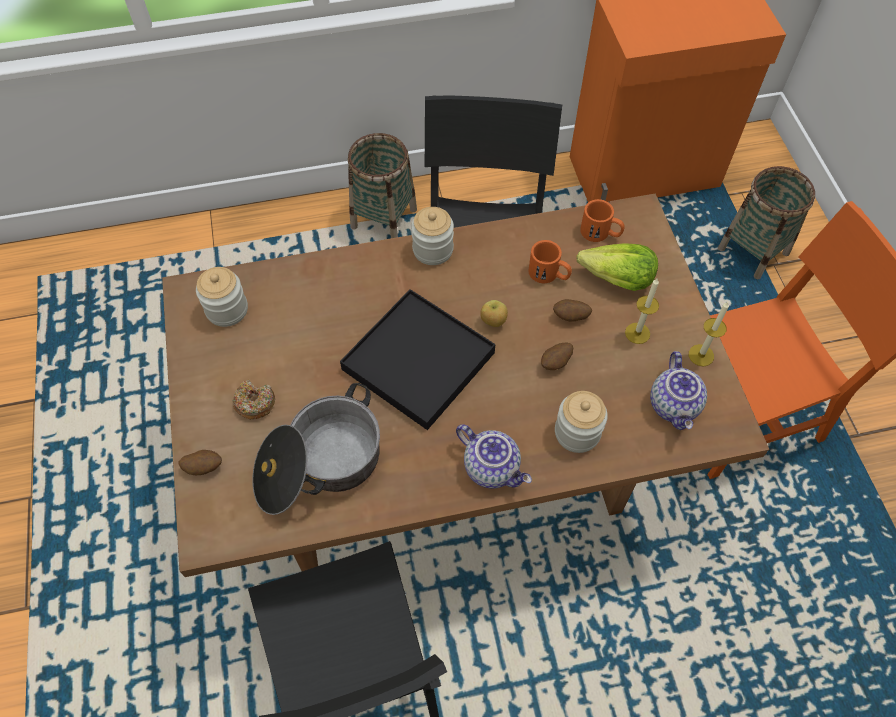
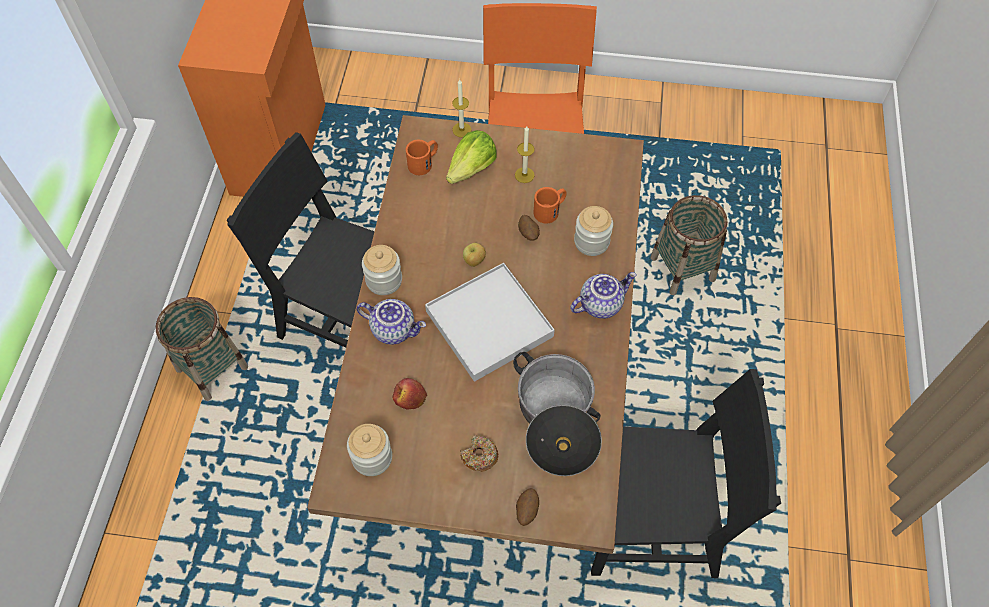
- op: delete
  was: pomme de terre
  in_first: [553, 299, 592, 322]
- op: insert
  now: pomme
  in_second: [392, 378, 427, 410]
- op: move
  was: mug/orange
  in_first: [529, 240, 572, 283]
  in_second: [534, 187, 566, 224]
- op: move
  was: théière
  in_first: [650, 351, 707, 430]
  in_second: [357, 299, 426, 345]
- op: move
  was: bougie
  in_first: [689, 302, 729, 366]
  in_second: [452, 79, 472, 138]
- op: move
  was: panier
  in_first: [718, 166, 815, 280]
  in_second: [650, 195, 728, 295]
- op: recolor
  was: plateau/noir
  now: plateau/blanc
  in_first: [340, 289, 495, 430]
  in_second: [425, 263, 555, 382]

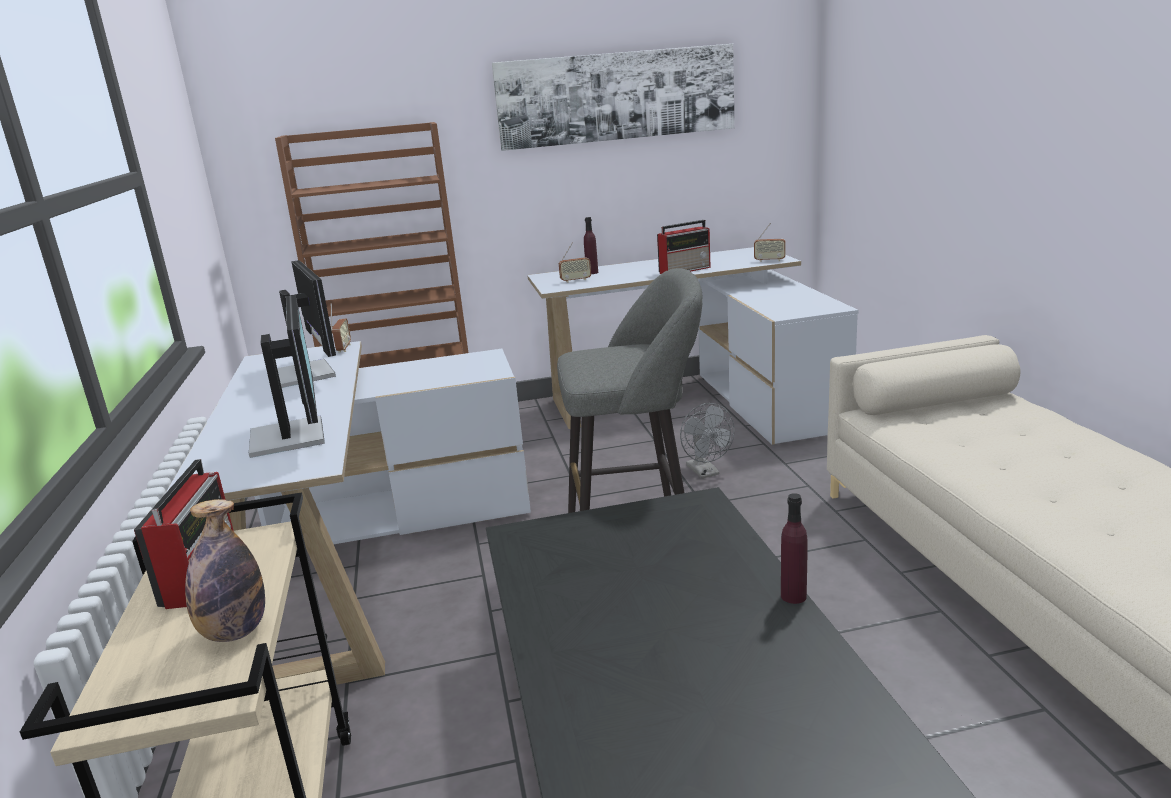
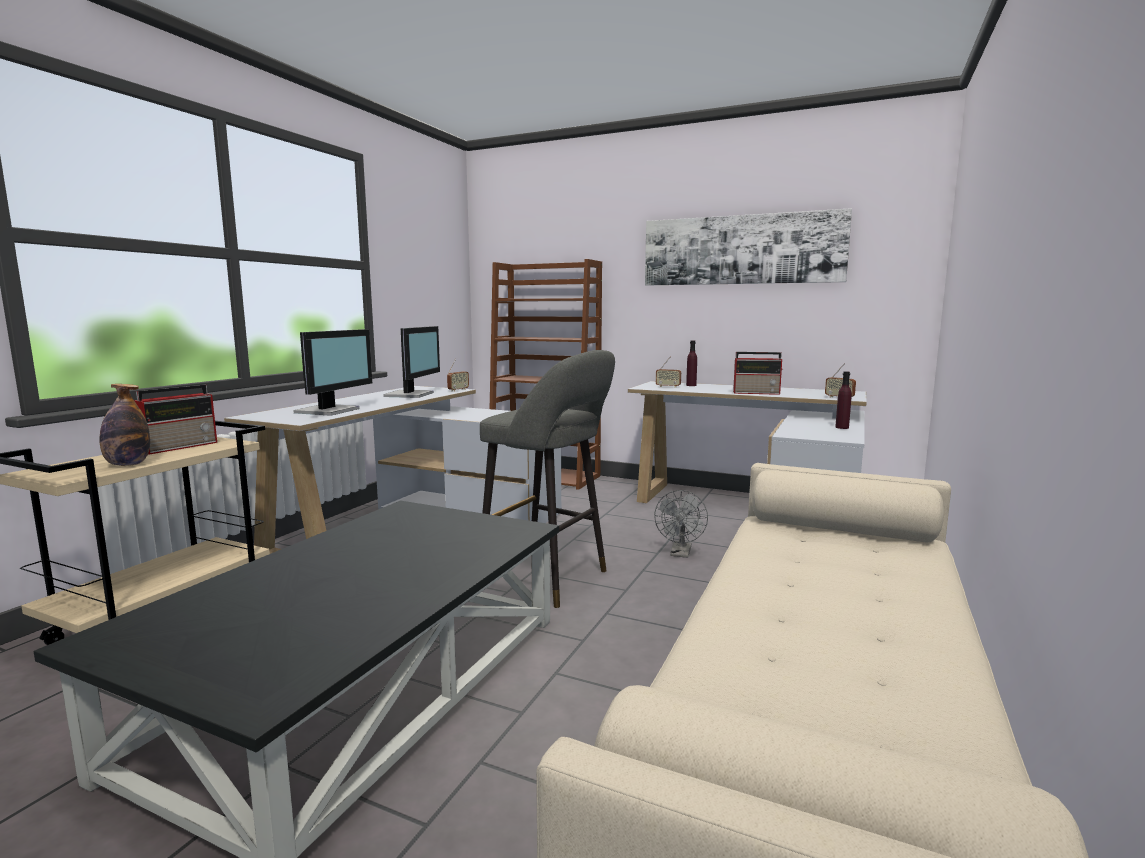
- op: move
  was: bouteille/violet
  in_first: [781, 493, 808, 604]
  in_second: [835, 372, 852, 429]

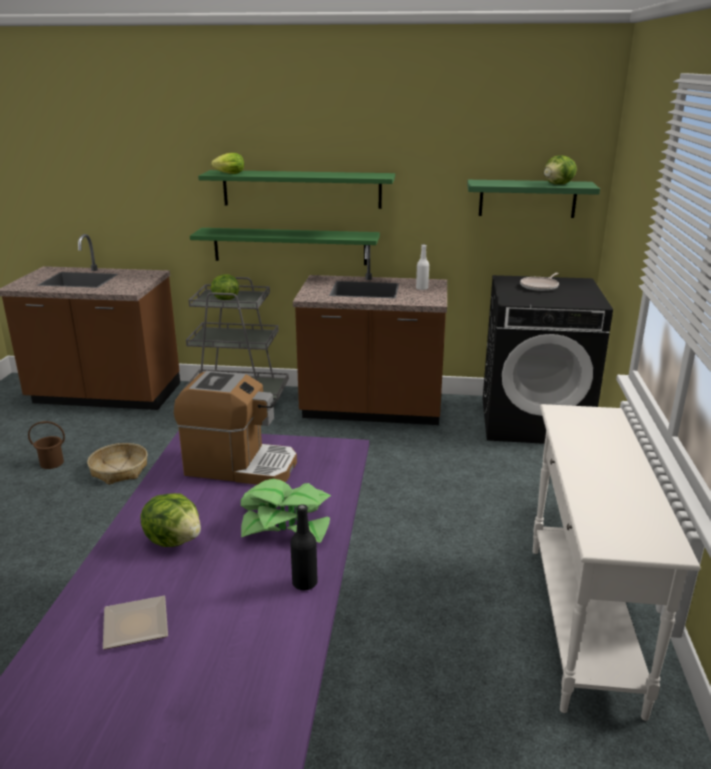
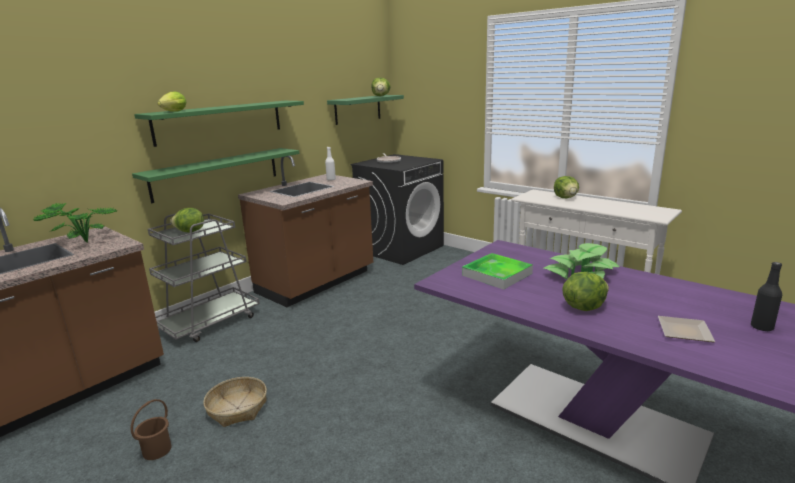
- op: insert
  now: plante en pot
  in_second: [33, 203, 118, 243]
- op: insert
  now: laitue
  in_second: [554, 176, 579, 198]
- op: move
  was: bouteille/noir
  in_first: [290, 504, 317, 590]
  in_second: [751, 262, 782, 332]
- op: replace
  was: machine à café
  now: plateau
  in_first: [174, 371, 297, 485]
  in_second: [462, 253, 533, 290]

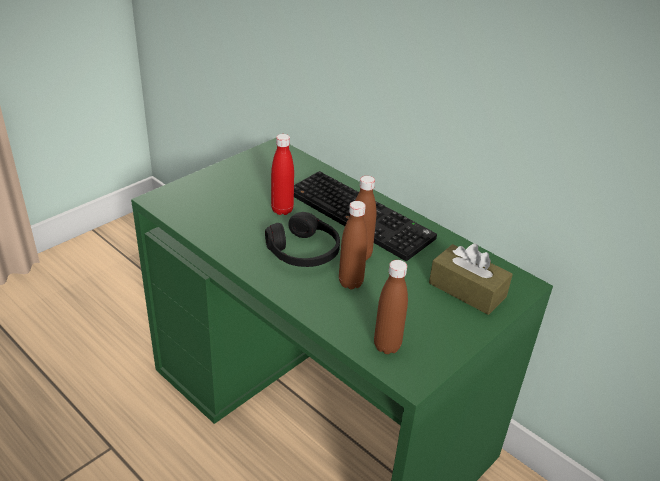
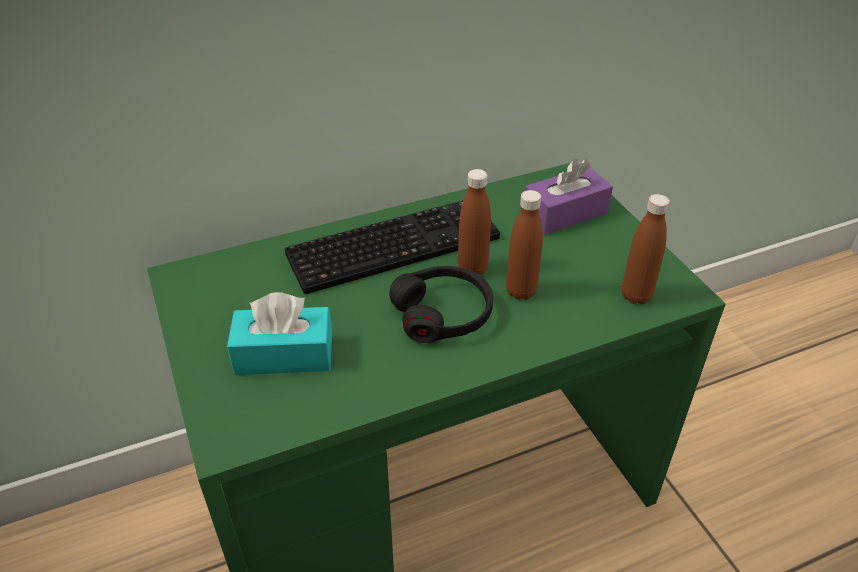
- op: delete
  was: bouteille/rouge
  in_first: [271, 134, 294, 215]
- op: insert
  now: boîte à mouchoirs/turquoise
  in_second: [227, 292, 332, 375]
- op: recolor
  was: boîte à mouchoirs/marron
  now: boîte à mouchoirs/violet
  in_first: [429, 243, 513, 315]
  in_second: [525, 159, 613, 235]

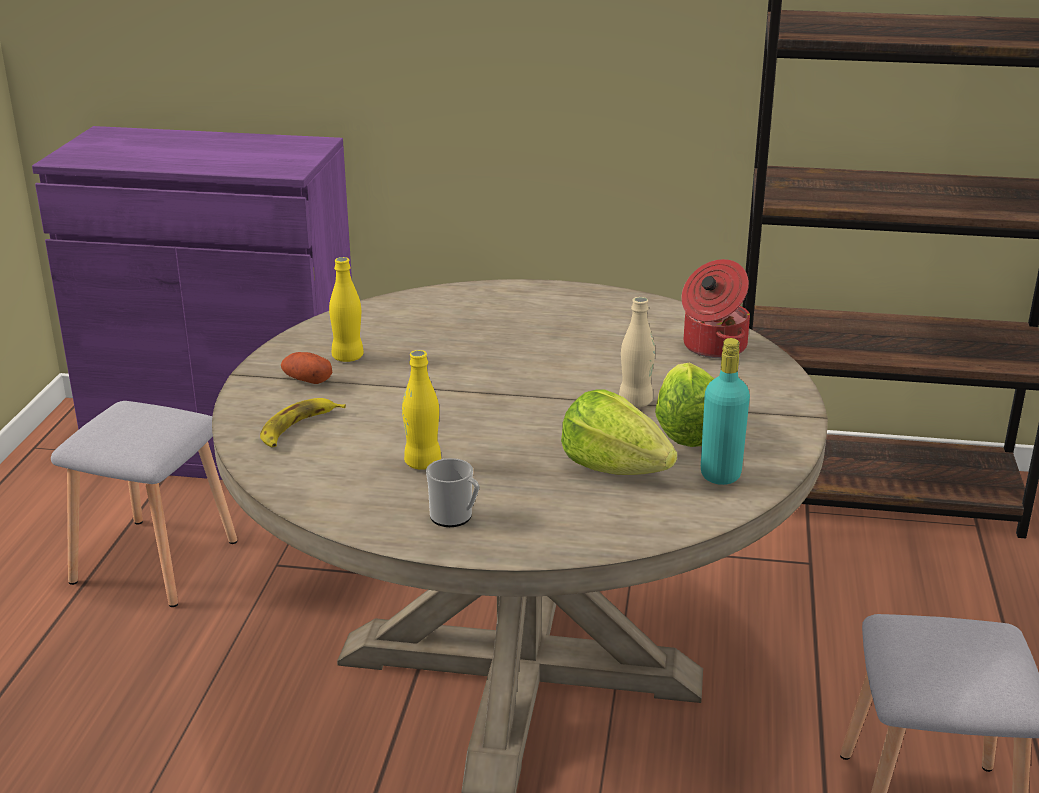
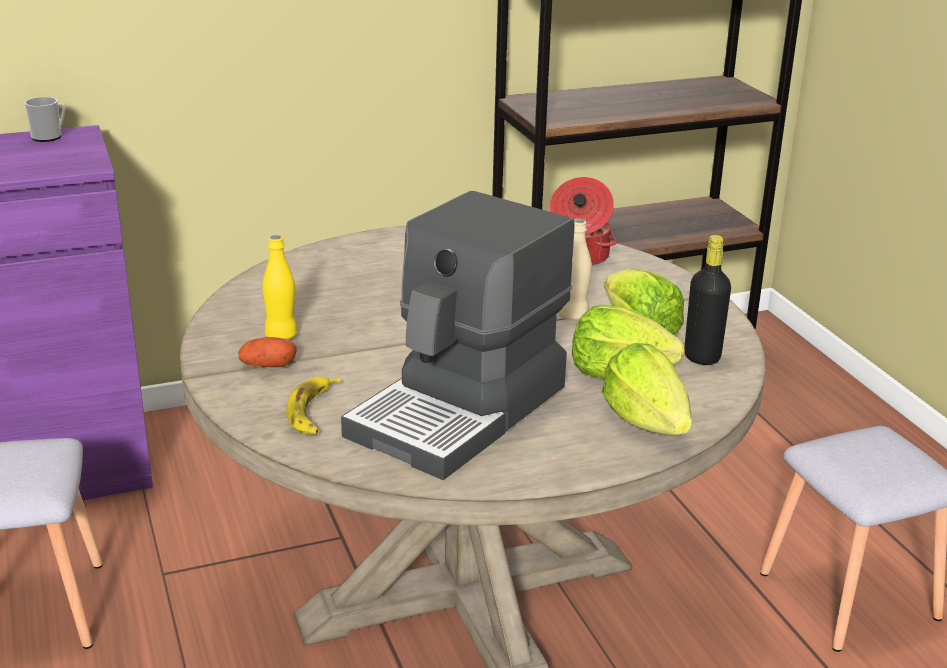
- op: insert
  now: laitue
  in_second: [602, 343, 692, 435]
- op: move
  was: mug
  in_first: [426, 458, 479, 527]
  in_second: [24, 97, 66, 142]
- op: replace
  was: bouteille/jaune
  now: machine à café
  in_first: [402, 350, 441, 470]
  in_second: [341, 191, 575, 480]
- op: recolor
  was: bouteille/turquoise
  now: bouteille/noir
  in_first: [701, 338, 750, 485]
  in_second: [684, 235, 731, 365]

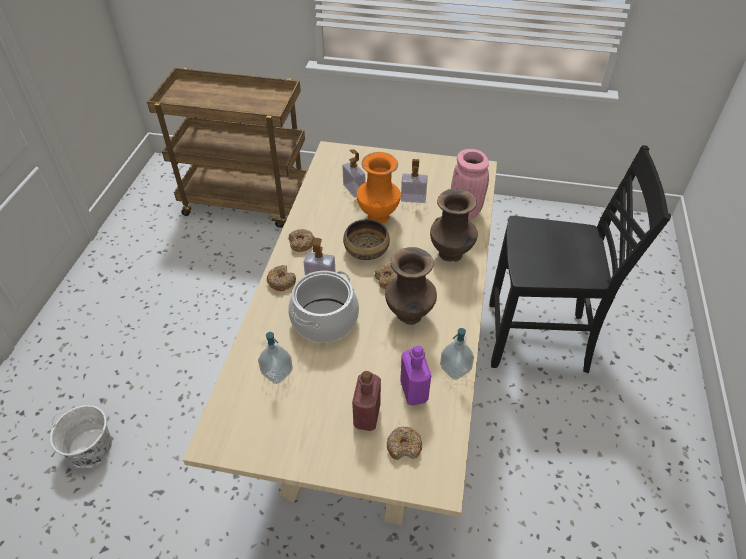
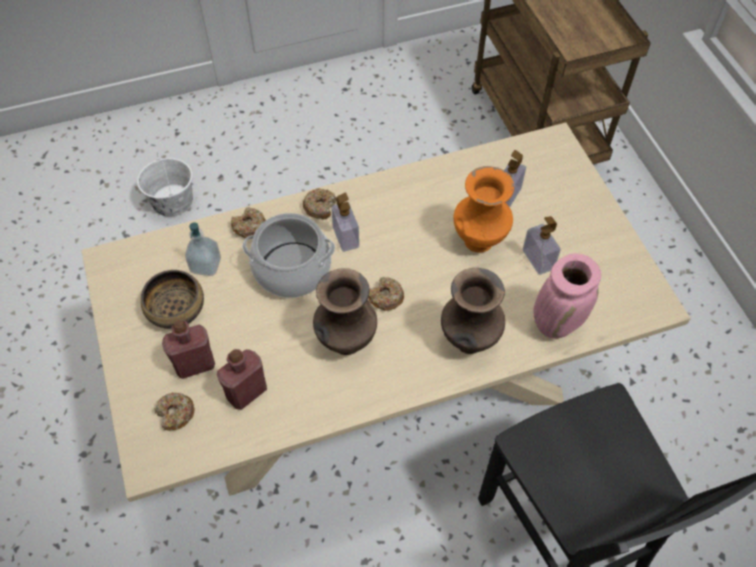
- op: delete
  was: distributeur de savon
  in_first: [440, 328, 474, 380]
- op: move
  was: beignet
  in_first: [289, 229, 315, 252]
  in_second: [231, 207, 266, 238]
- op: move
  was: bol
  in_first: [343, 219, 390, 260]
  in_second: [141, 270, 204, 329]
- op: recolor
  was: bouteille/violet
  now: bouteille/rouge
  in_first: [400, 345, 432, 405]
  in_second: [217, 349, 267, 410]

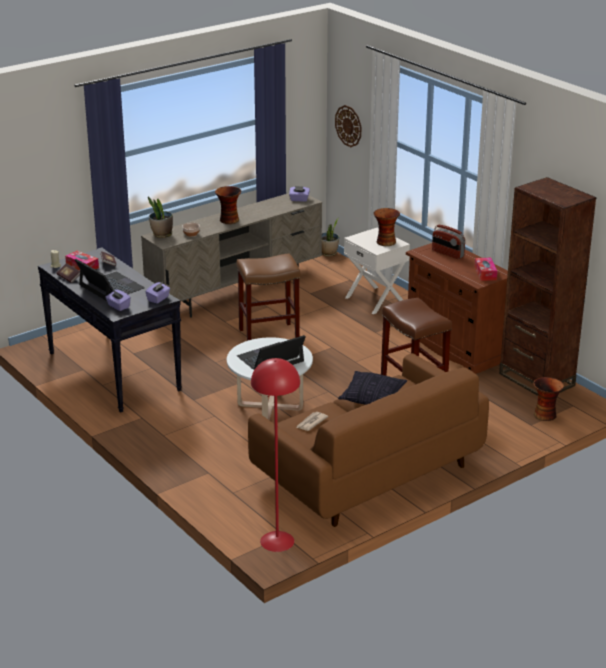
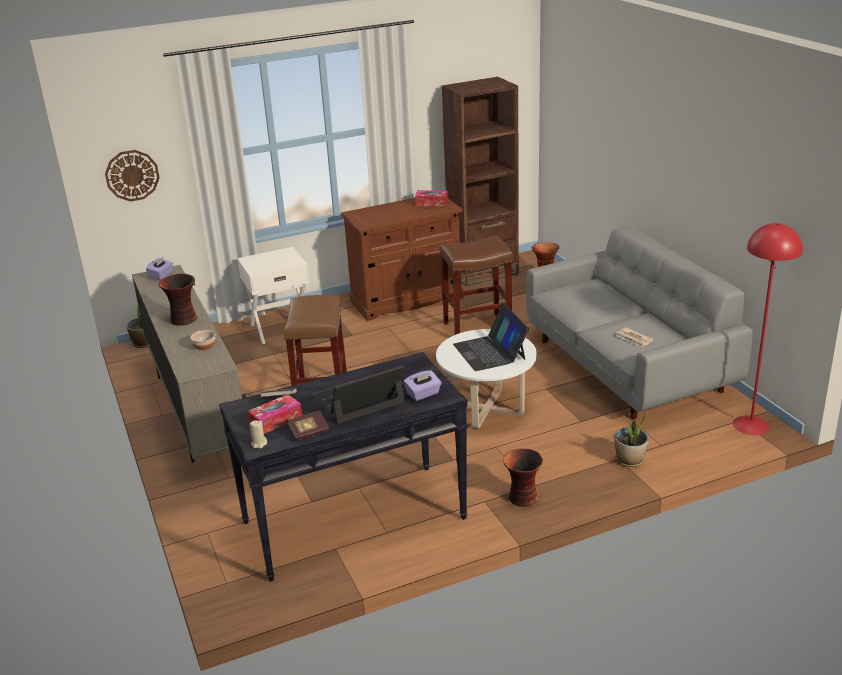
- op: delete
  was: boîte à mouchoirs/violet
  in_first: [146, 282, 170, 304]
- op: delete
  was: coussin
  in_first: [338, 371, 407, 405]
- op: delete
  was: radio
  in_first: [432, 225, 465, 259]
- op: move
  was: plante en pot
  in_first: [148, 197, 173, 238]
  in_second: [614, 412, 649, 467]
- op: move
  was: vase
  in_first: [373, 208, 400, 246]
  in_second: [503, 448, 543, 507]
- op: recolor
  was: canapé/marron
  now: canapé/gris
  in_first: [248, 353, 489, 527]
  in_second: [526, 226, 753, 420]

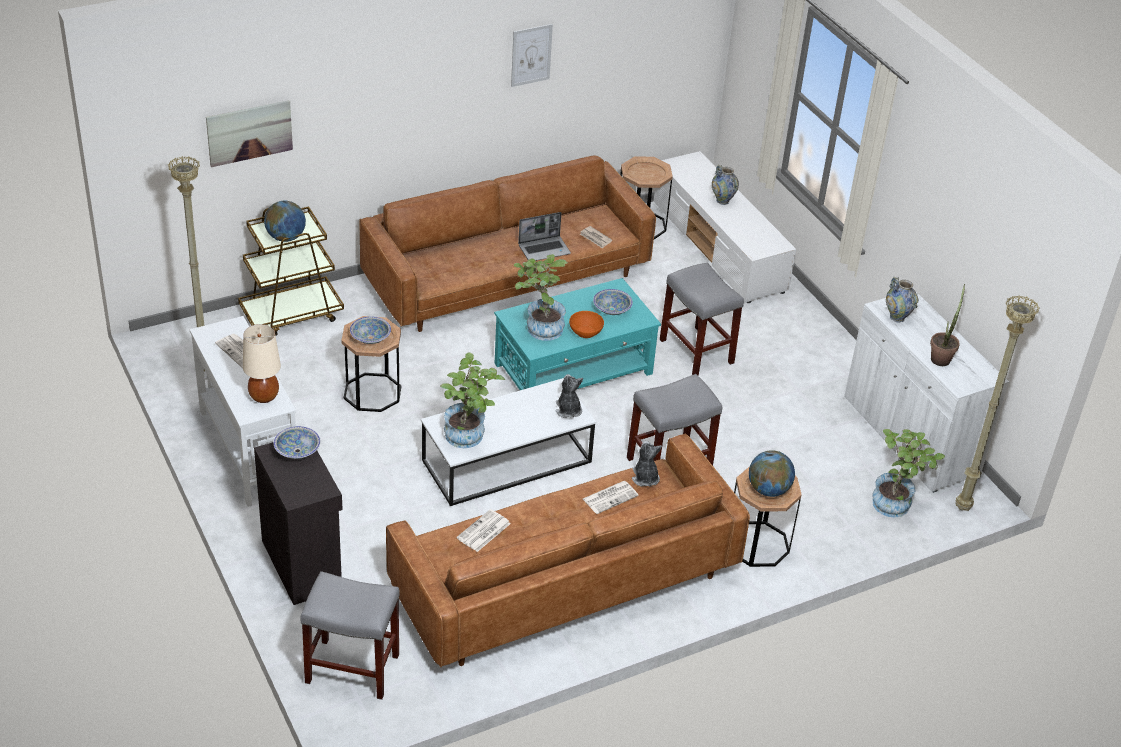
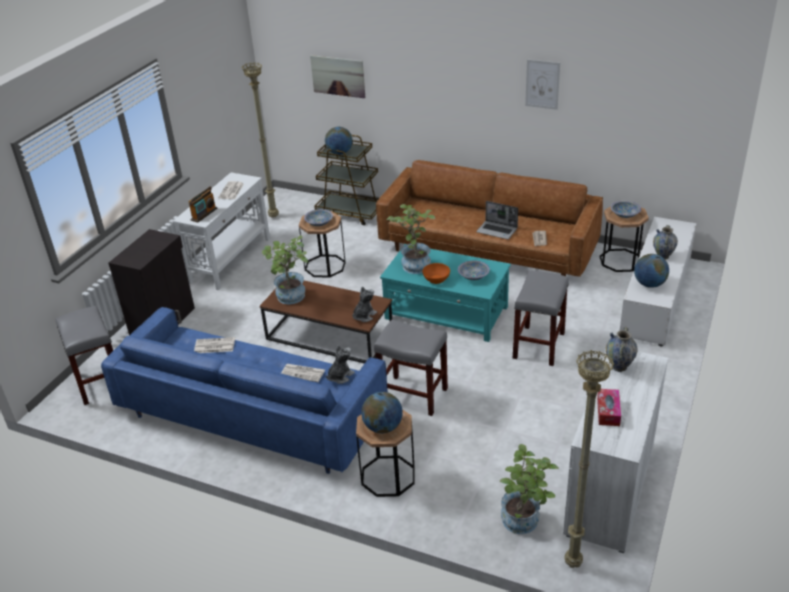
- op: insert
  now: globe
  in_second: [634, 254, 669, 288]
- op: move
  was: bol
  in_first: [273, 426, 320, 459]
  in_second: [611, 201, 641, 218]
- op: replace
  was: lampe de table/beige
  now: radio
  in_first: [243, 324, 281, 403]
  in_second: [188, 187, 217, 222]
- op: replace
  was: plante en pot
  now: boîte à mouchoirs
  in_first: [930, 284, 965, 366]
  in_second: [597, 389, 621, 426]
- op: recolor
  was: canapé/marron
  now: canapé/bleu
  in_first: [386, 434, 750, 667]
  in_second: [101, 307, 388, 474]
- op: recolor
  was: table basse/blanc
  now: table basse/marron
  in_first: [421, 378, 596, 506]
  in_second: [260, 281, 392, 364]

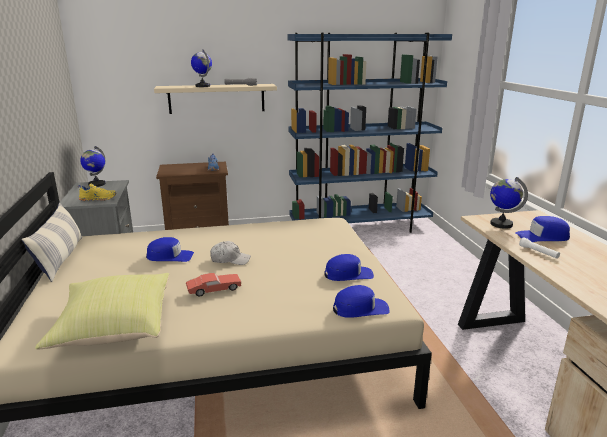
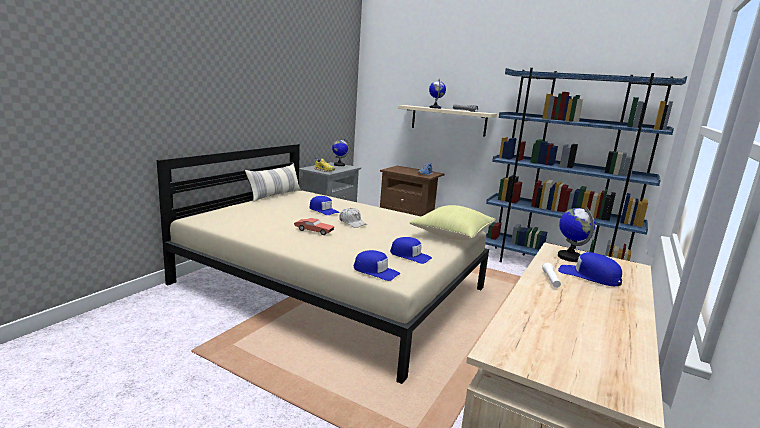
- op: move
  was: coussin/jaune
  in_first: [35, 273, 170, 350]
  in_second: [409, 205, 496, 240]

